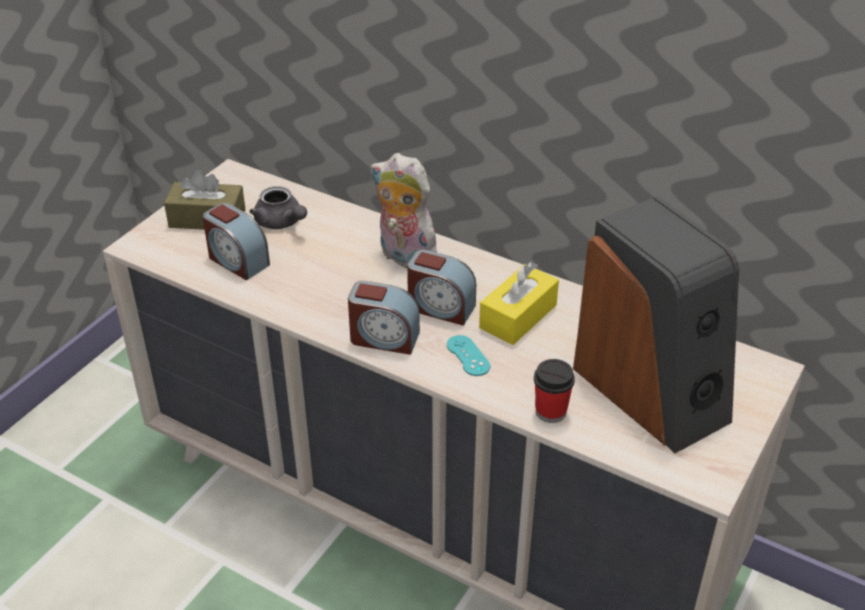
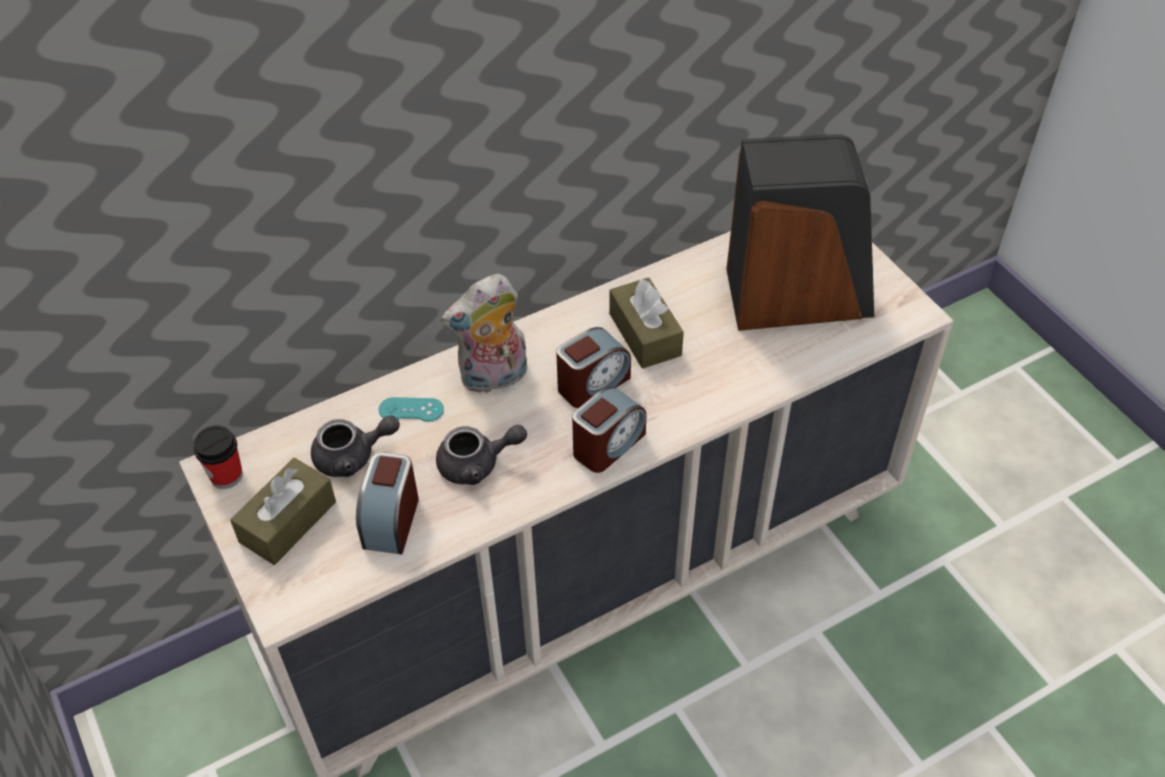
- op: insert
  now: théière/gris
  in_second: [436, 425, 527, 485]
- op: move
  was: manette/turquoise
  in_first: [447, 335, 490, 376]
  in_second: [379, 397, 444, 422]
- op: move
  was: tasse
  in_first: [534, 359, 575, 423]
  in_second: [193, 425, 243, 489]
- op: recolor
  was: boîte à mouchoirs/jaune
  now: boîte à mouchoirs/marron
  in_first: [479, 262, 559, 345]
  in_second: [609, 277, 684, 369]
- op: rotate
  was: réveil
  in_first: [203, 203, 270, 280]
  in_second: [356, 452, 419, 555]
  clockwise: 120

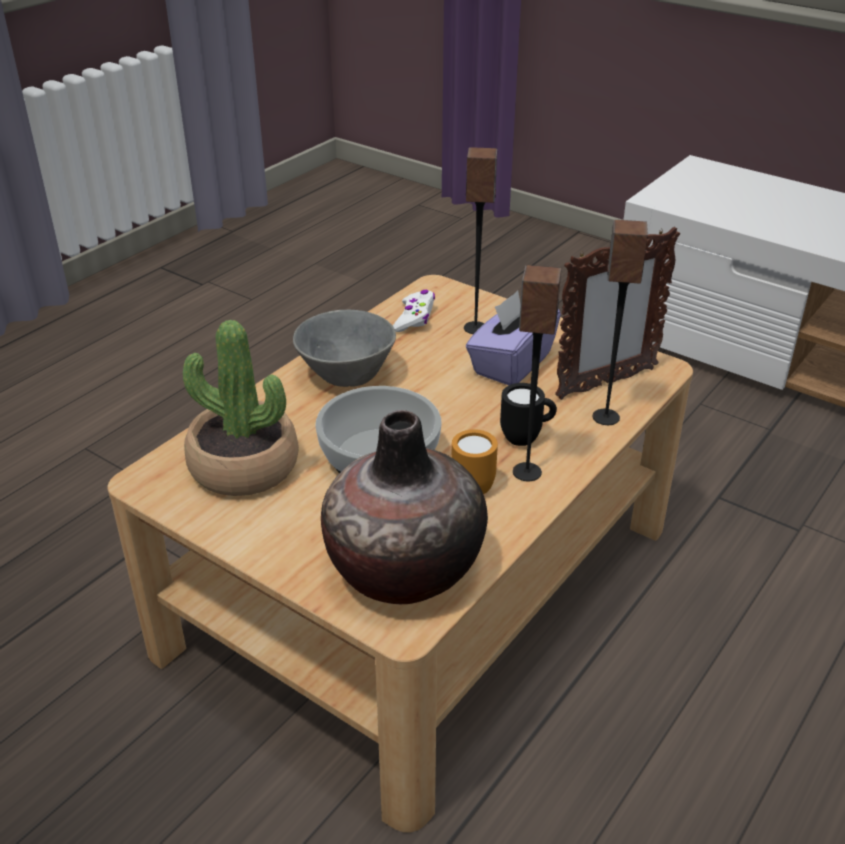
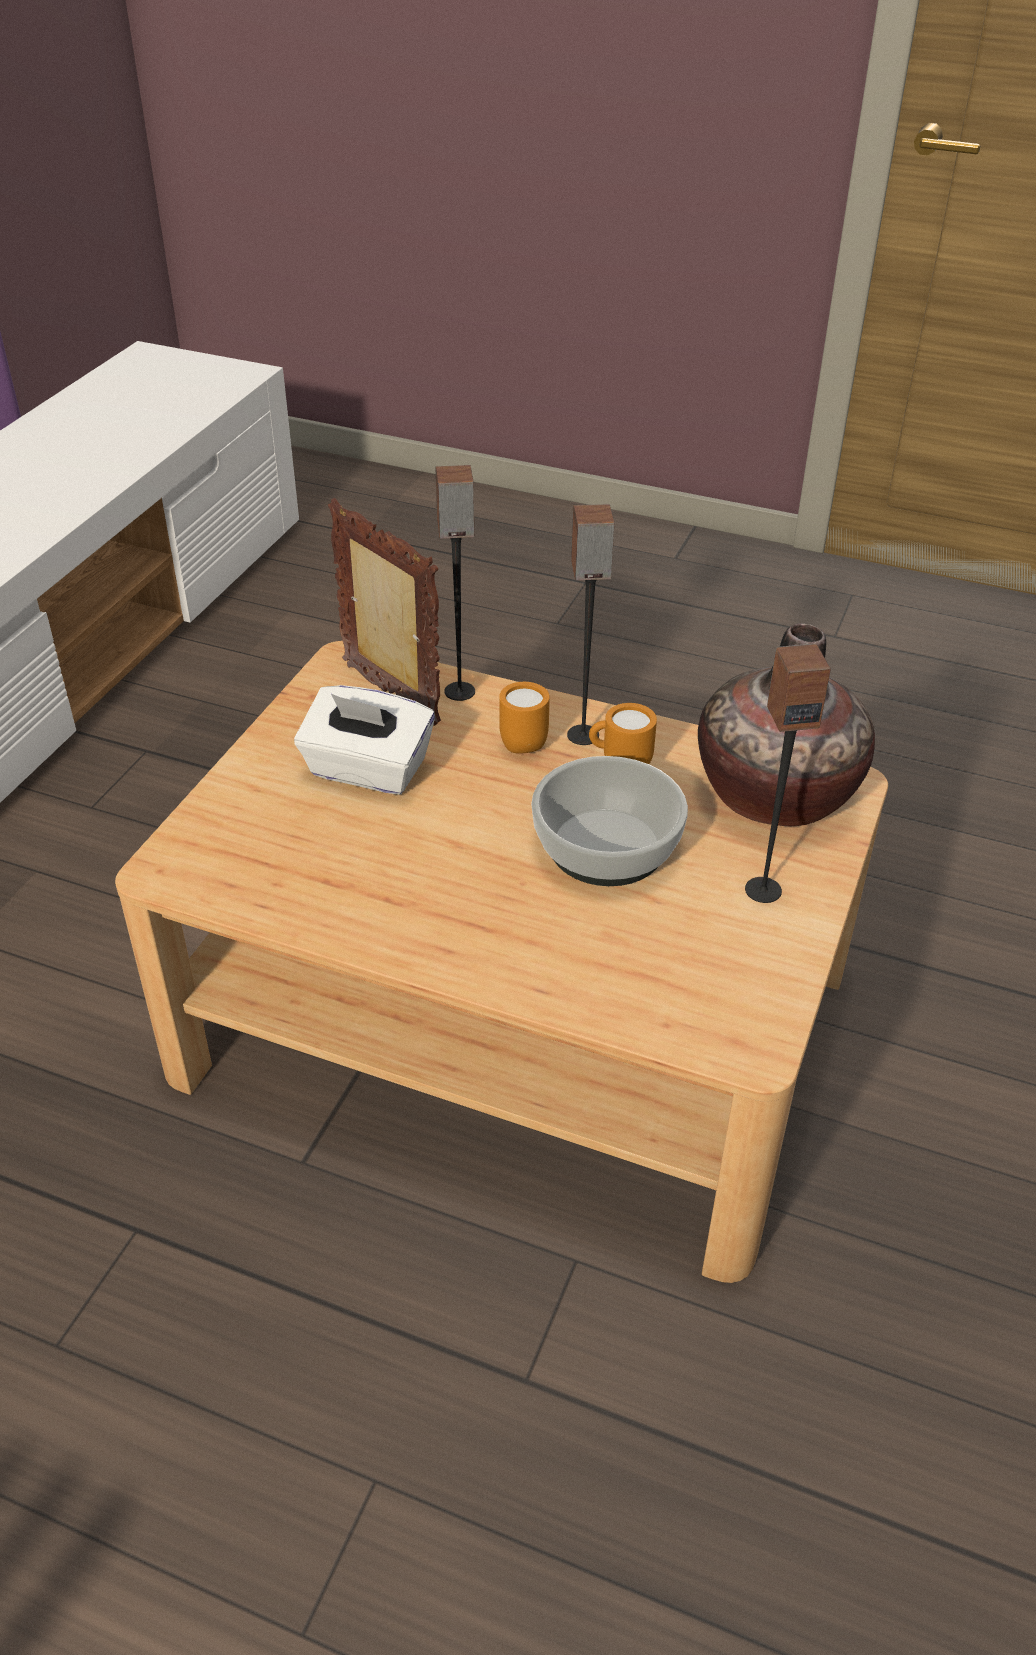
- op: delete
  was: plante en pot
  in_first: [183, 320, 299, 496]
- op: delete
  was: bol/gris
  in_first: [293, 310, 396, 387]
- op: delete
  was: manette/blanc
  in_first: [393, 290, 435, 332]
- op: move
  was: enceinte
  in_first: [464, 147, 497, 334]
  in_second: [745, 644, 831, 903]
- op: recolor
  was: boîte à mouchoirs/violet
  now: boîte à mouchoirs/blanc
  in_first: [466, 291, 561, 385]
  in_second: [294, 685, 435, 795]
- op: recolor
  was: mug/noir
  now: mug/orange
  in_first: [500, 383, 557, 446]
  in_second: [499, 682, 550, 753]

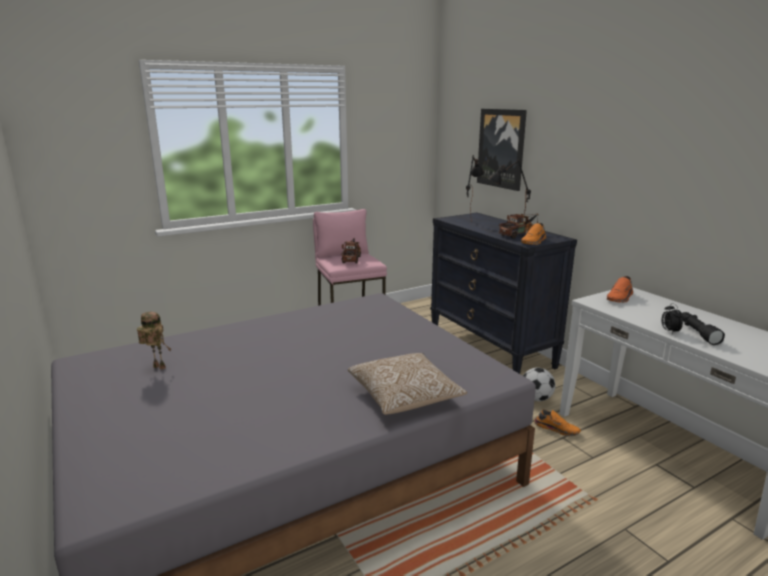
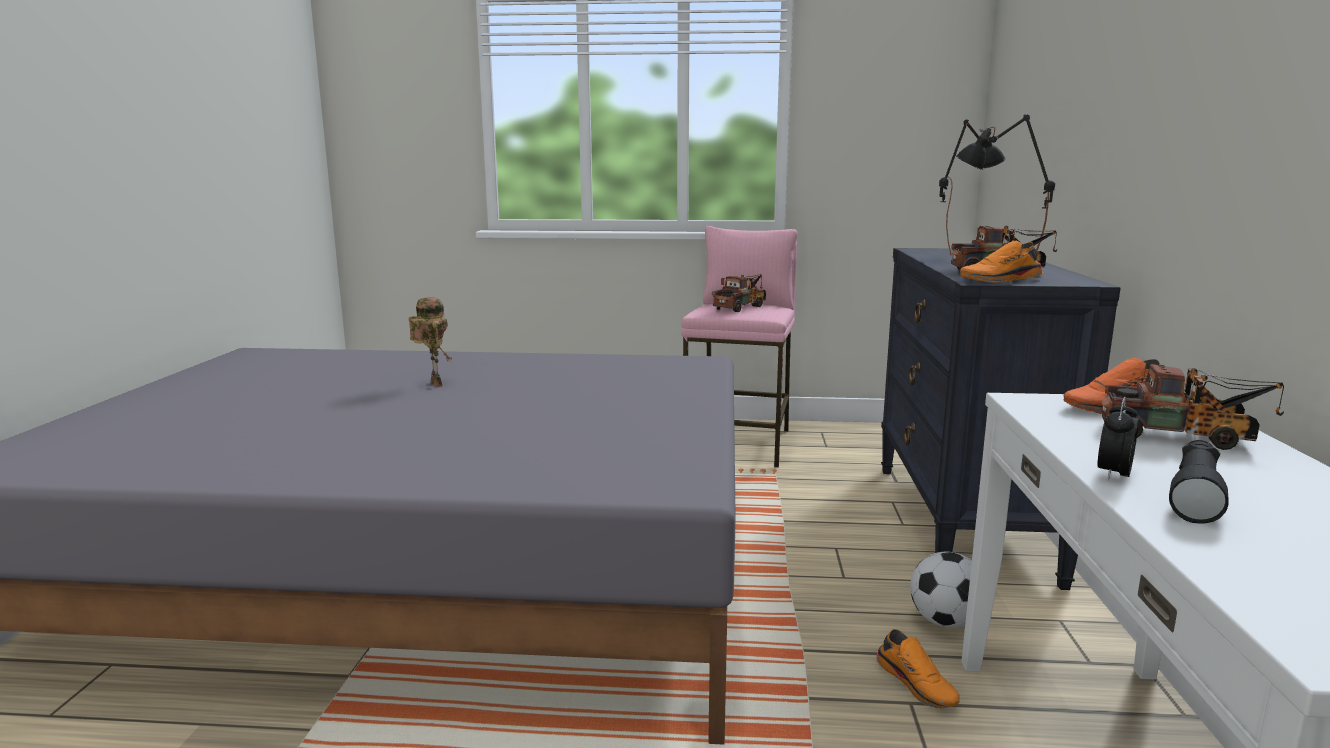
- op: delete
  was: coussin
  in_first: [348, 353, 467, 415]
- op: delete
  was: tableau
  in_first: [477, 109, 527, 191]
- op: insert
  now: camion jouet
  in_second: [1101, 364, 1284, 450]
- op: move
  was: robot jouet
  in_first: [137, 312, 171, 370]
  in_second: [408, 297, 452, 387]

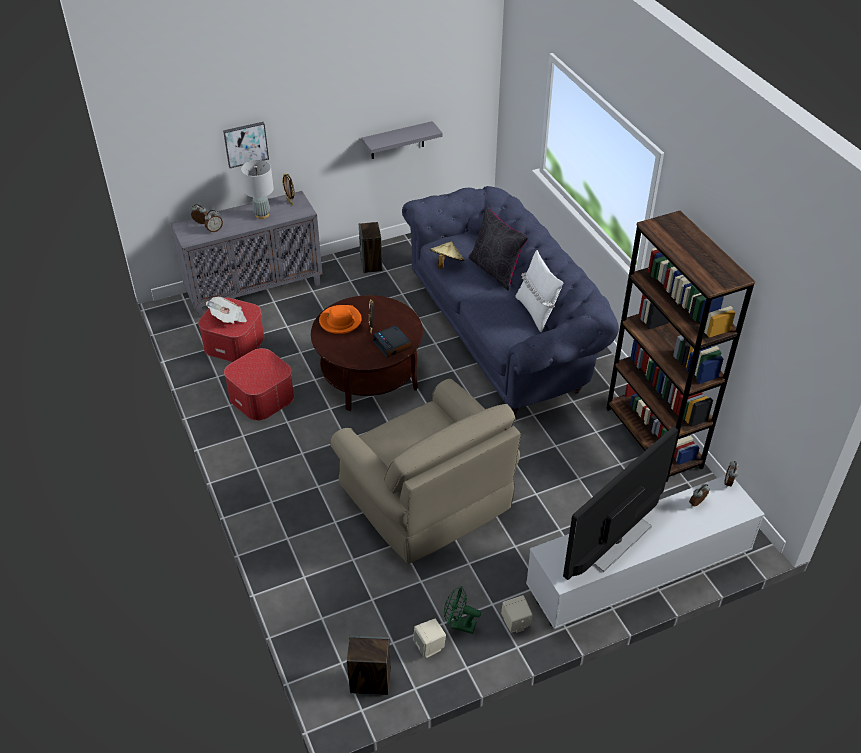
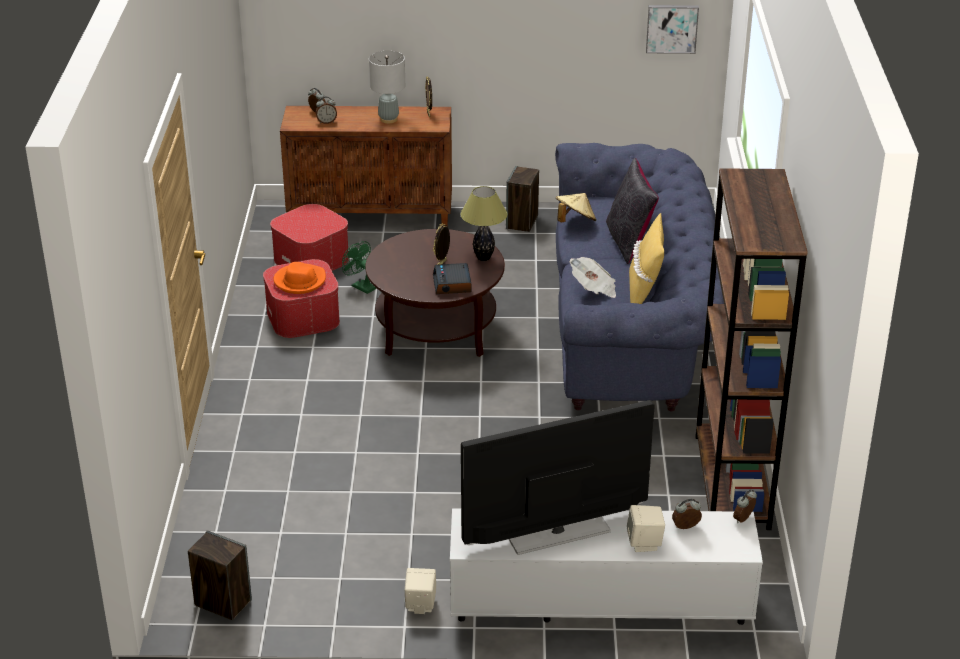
- op: delete
  was: fauteuil/beige
  in_first: [330, 379, 521, 564]
- op: delete
  was: étagère/gris
  in_first: [361, 121, 443, 159]
- op: insert
  now: lampe de table
  in_second: [461, 186, 507, 261]
- op: move
  was: journal
  in_first: [206, 297, 247, 324]
  in_second: [570, 257, 616, 298]
- op: move
  was: tableau
  in_first: [223, 122, 269, 168]
  in_second: [646, 5, 699, 54]
- op: move
  was: chapeau/orange
  in_first: [319, 305, 362, 334]
  in_second: [273, 262, 326, 294]
- op: move
  was: enceinte/beige
  in_first: [413, 619, 446, 658]
  in_second: [627, 505, 665, 552]
- op: move
  was: ventilateur/vert
  in_first: [444, 586, 481, 634]
  in_second: [342, 241, 377, 294]
- op: recolor
  was: meuble de rangement/gris
  now: meuble de rangement/marron
  in_first: [171, 191, 322, 318]
  in_second: [280, 106, 452, 226]
- op: recolor
  was: coussin/blanc
  now: coussin/jaune
  in_first: [515, 250, 563, 332]
  in_second: [629, 213, 664, 304]

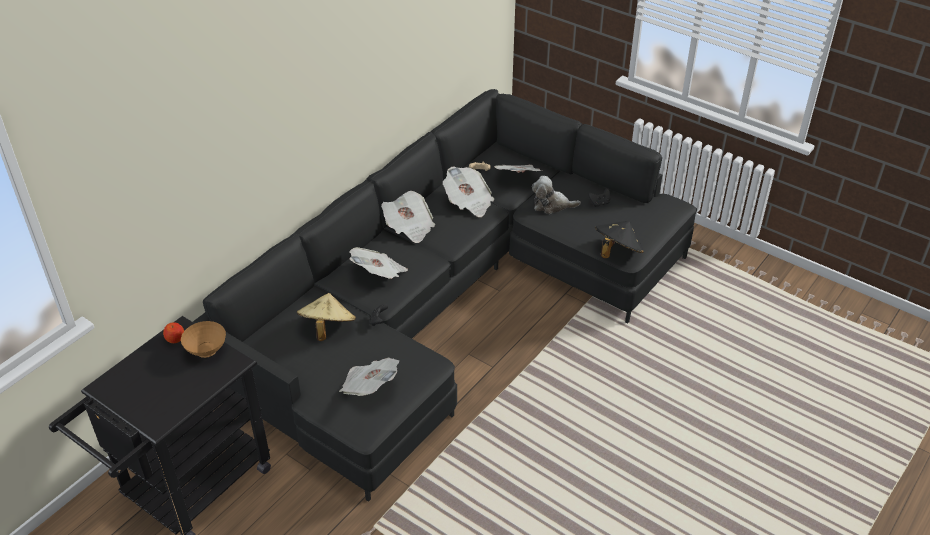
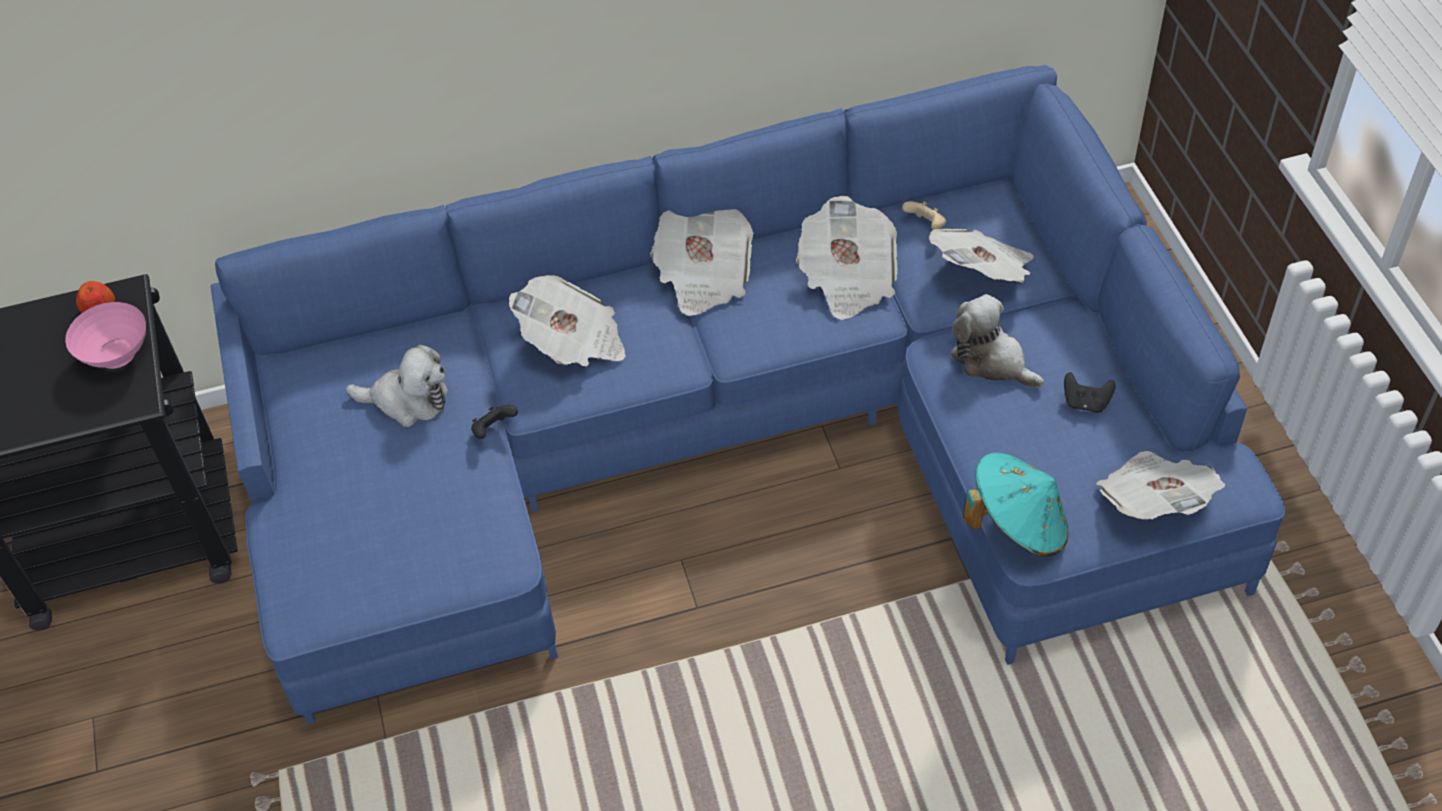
- op: move
  was: journal
  in_first: [339, 358, 400, 396]
  in_second: [1096, 451, 1225, 519]
- op: replace
  was: chapeau/beige
  now: peluche
  in_first: [297, 293, 356, 341]
  in_second: [346, 344, 448, 427]
- op: recolor
  was: bol/marron
  now: bol/rose
  in_first: [181, 321, 226, 358]
  in_second: [65, 302, 146, 369]
- op: recolor
  was: canapé/noir
  now: canapé/bleu
  in_first: [193, 89, 697, 502]
  in_second: [211, 65, 1286, 725]
- op: recolor
  was: chapeau/noir
  now: chapeau/turquoise
  in_first: [595, 221, 644, 258]
  in_second: [963, 452, 1068, 556]

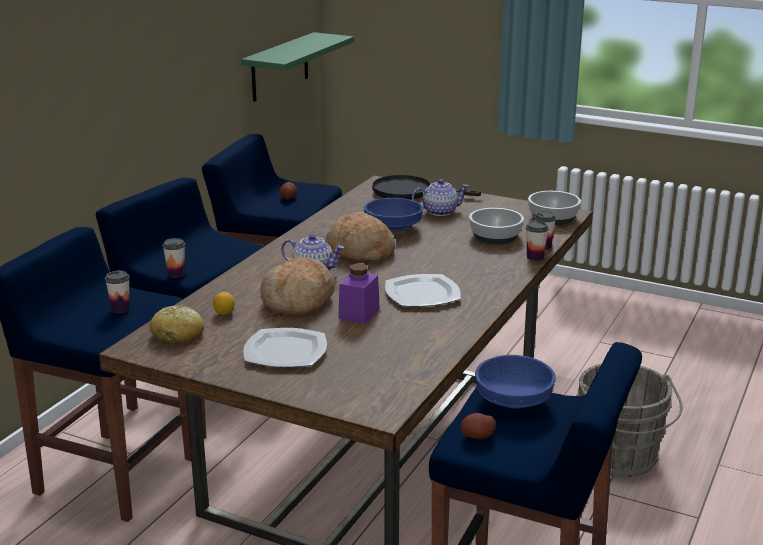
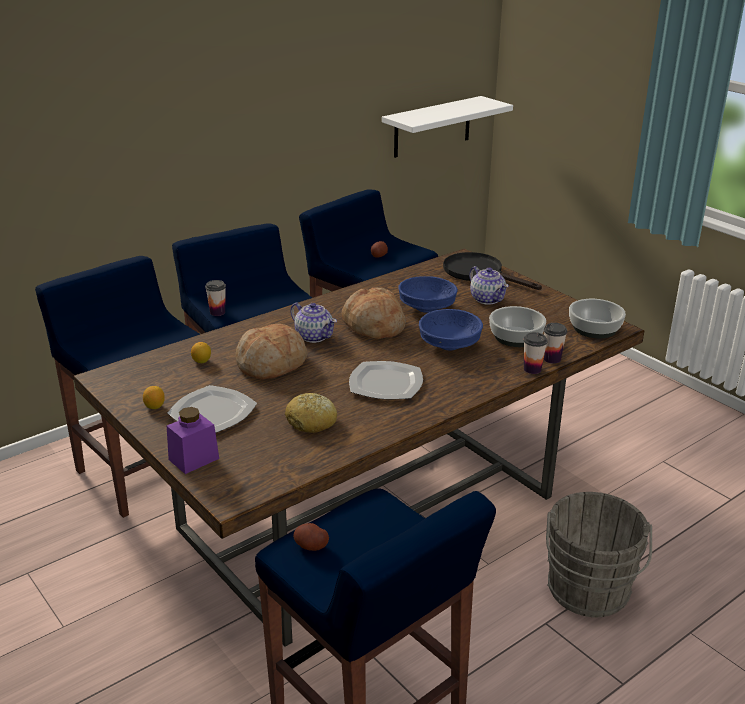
- op: delete
  was: tasse
  in_first: [105, 271, 130, 313]
- op: insert
  now: citron
  in_second: [143, 386, 165, 409]
- op: move
  was: pain
  in_first: [150, 305, 204, 343]
  in_second: [285, 393, 337, 433]
- op: move
  was: bocal/violet
  in_first: [338, 263, 380, 324]
  in_second: [167, 407, 219, 474]
- op: move
  was: bol/bleu
  in_first: [475, 355, 556, 409]
  in_second: [419, 309, 483, 351]
- op: recolor
  was: étagère/vert
  now: étagère/blanc
  in_first: [241, 32, 354, 102]
  in_second: [382, 96, 513, 158]
- op: rotate
  was: théière
  in_first: [412, 179, 469, 216]
  in_second: [469, 266, 509, 305]
  clockwise: 45

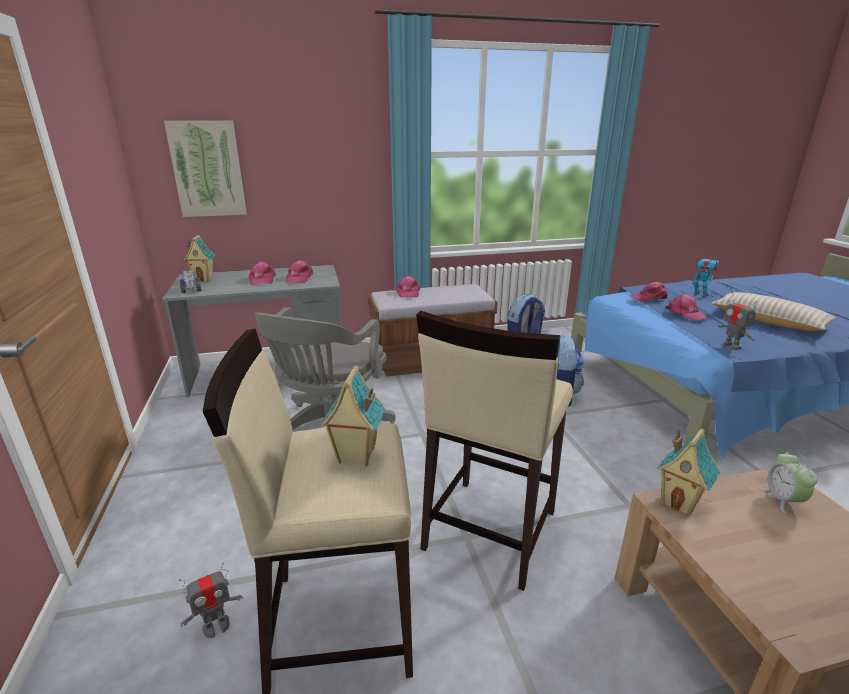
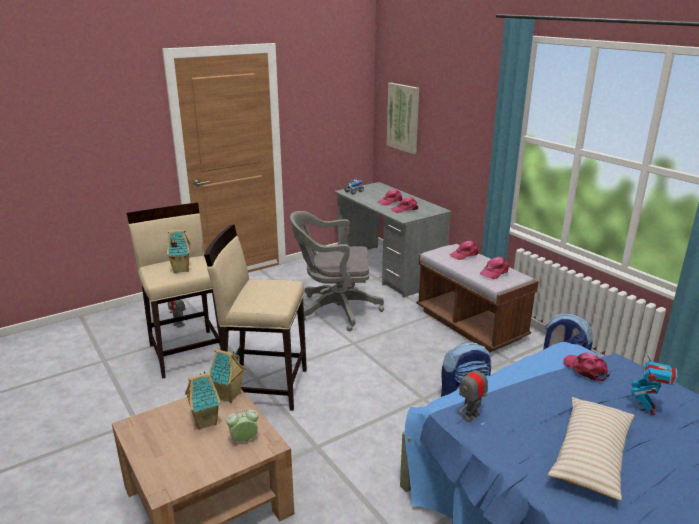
- op: move
  was: maison miniature
  in_first: [184, 235, 215, 282]
  in_second: [185, 371, 221, 430]
- op: move
  was: casquette/rose
  in_first: [665, 294, 708, 320]
  in_second: [480, 257, 509, 279]

